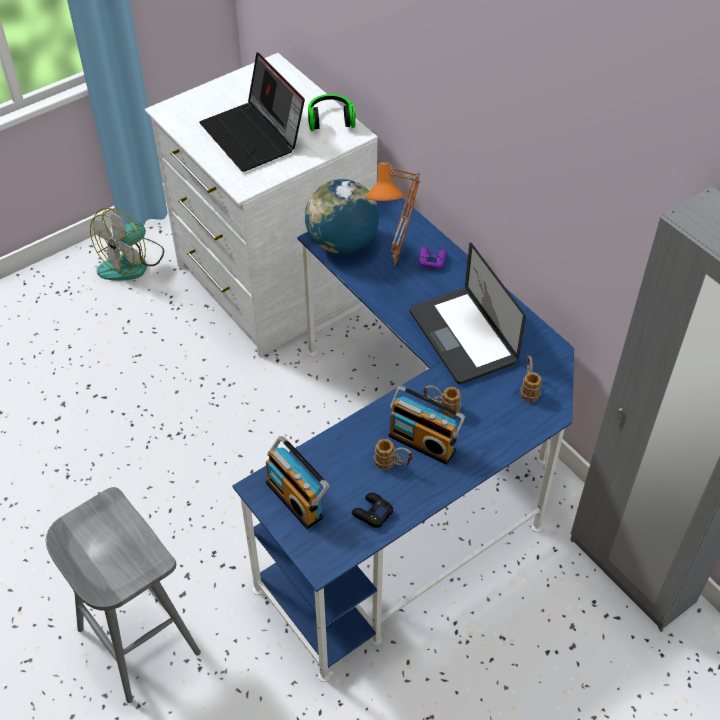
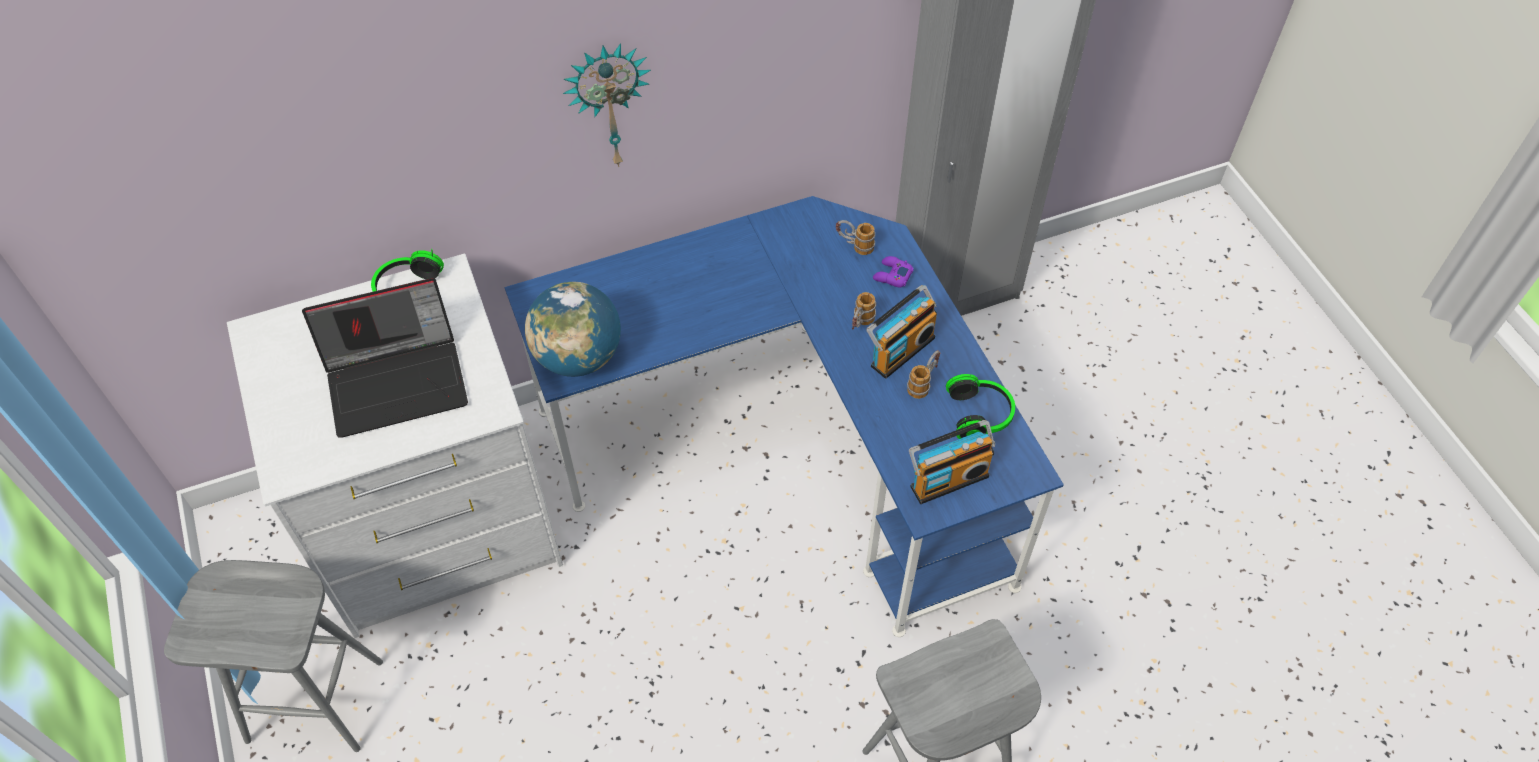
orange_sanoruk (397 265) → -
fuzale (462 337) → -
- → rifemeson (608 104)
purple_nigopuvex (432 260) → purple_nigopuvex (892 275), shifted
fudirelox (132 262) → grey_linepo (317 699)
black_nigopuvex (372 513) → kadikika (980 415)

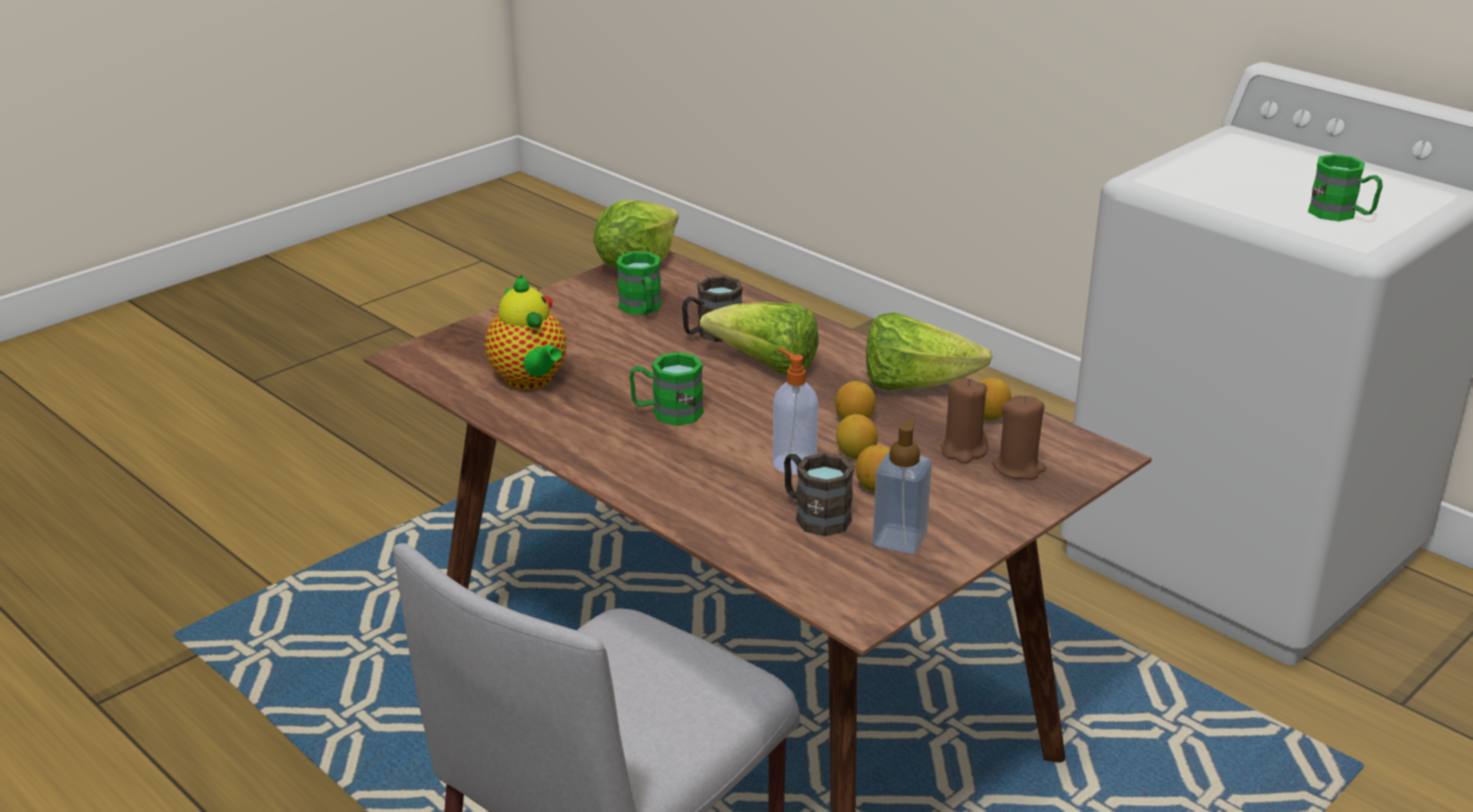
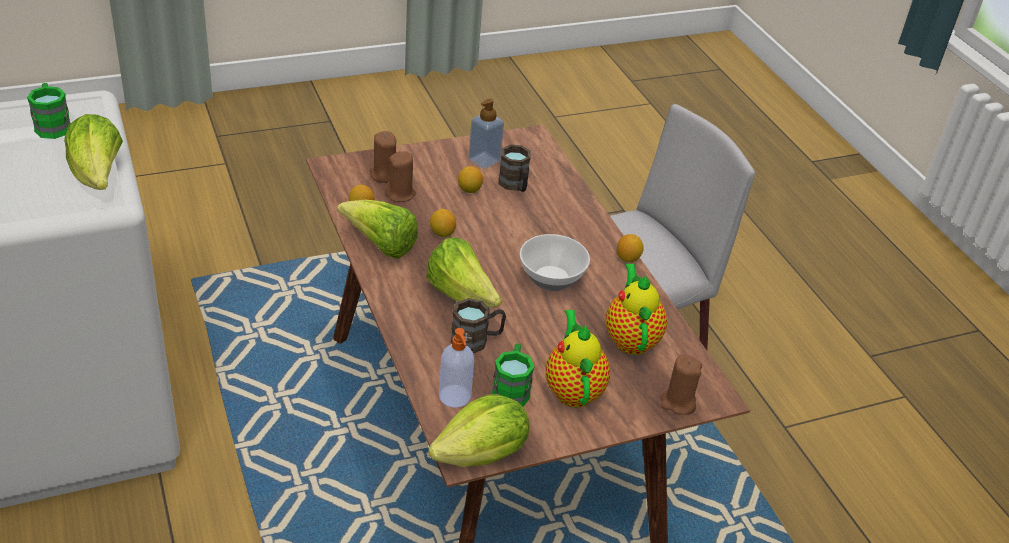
- → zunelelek (98 177)
- → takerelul (573 389)
- → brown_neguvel (678 403)
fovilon (793 463) → fovilon (455 397), shifted
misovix (856 455) → misovix (628 258), shifted
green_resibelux (667 413) → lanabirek (553 278)

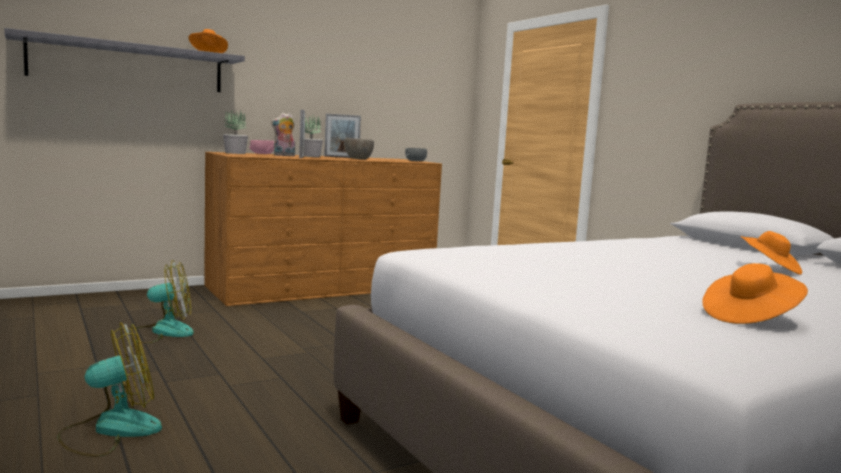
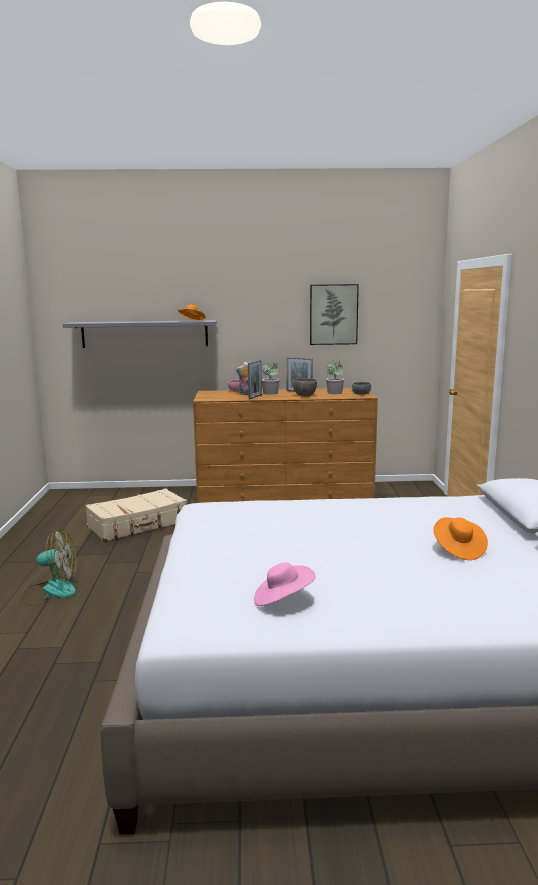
- → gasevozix (333 314)
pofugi (235 153) → pofugi (334 392), shifted
fudirelox (162 332) → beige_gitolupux (138 524)
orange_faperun (749 317) → pink_faperun (282 600)

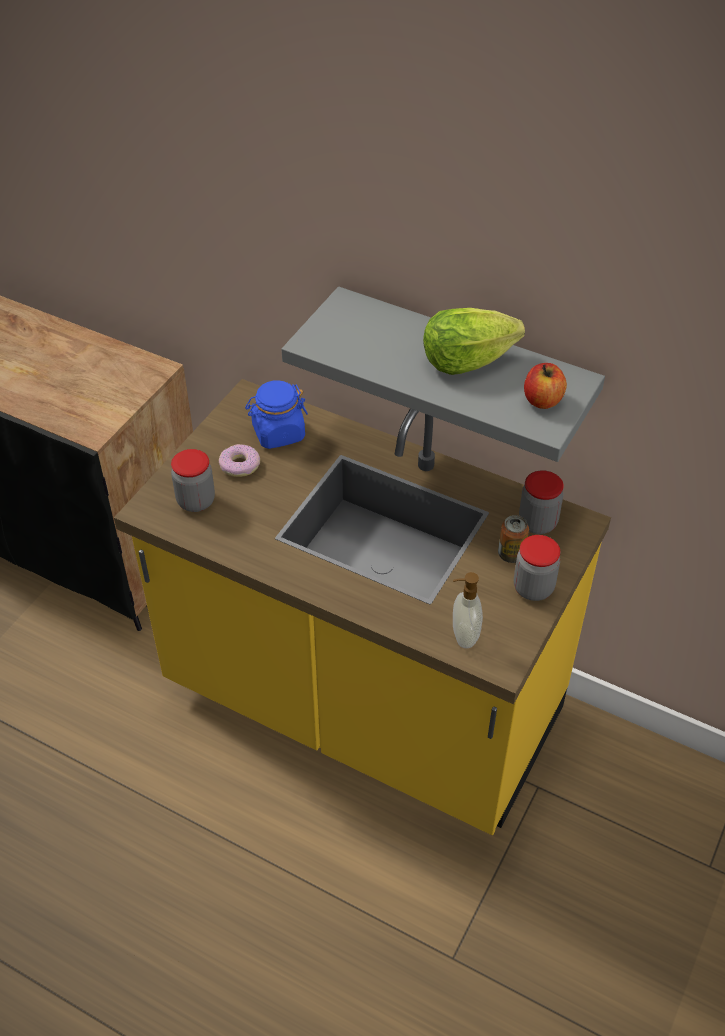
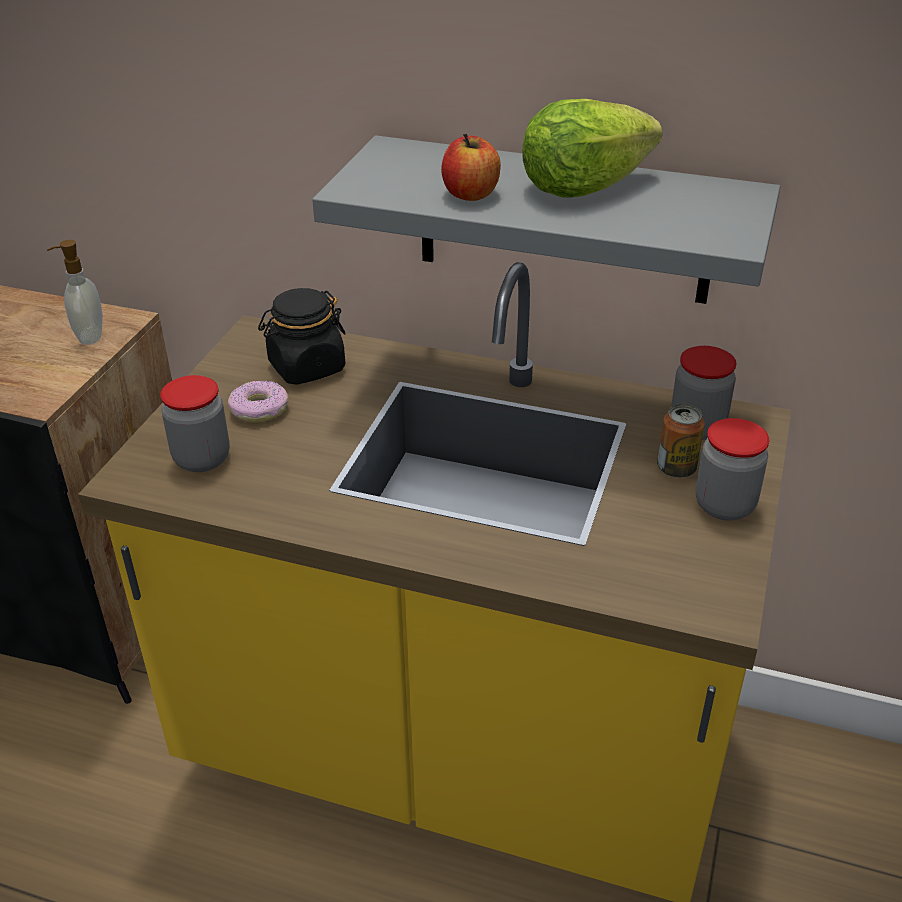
fovilon (463 635) → fovilon (89 336), shifted
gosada (543 400) → gosada (470 194), shifted
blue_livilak (278 433) → black_livilak (306 367)

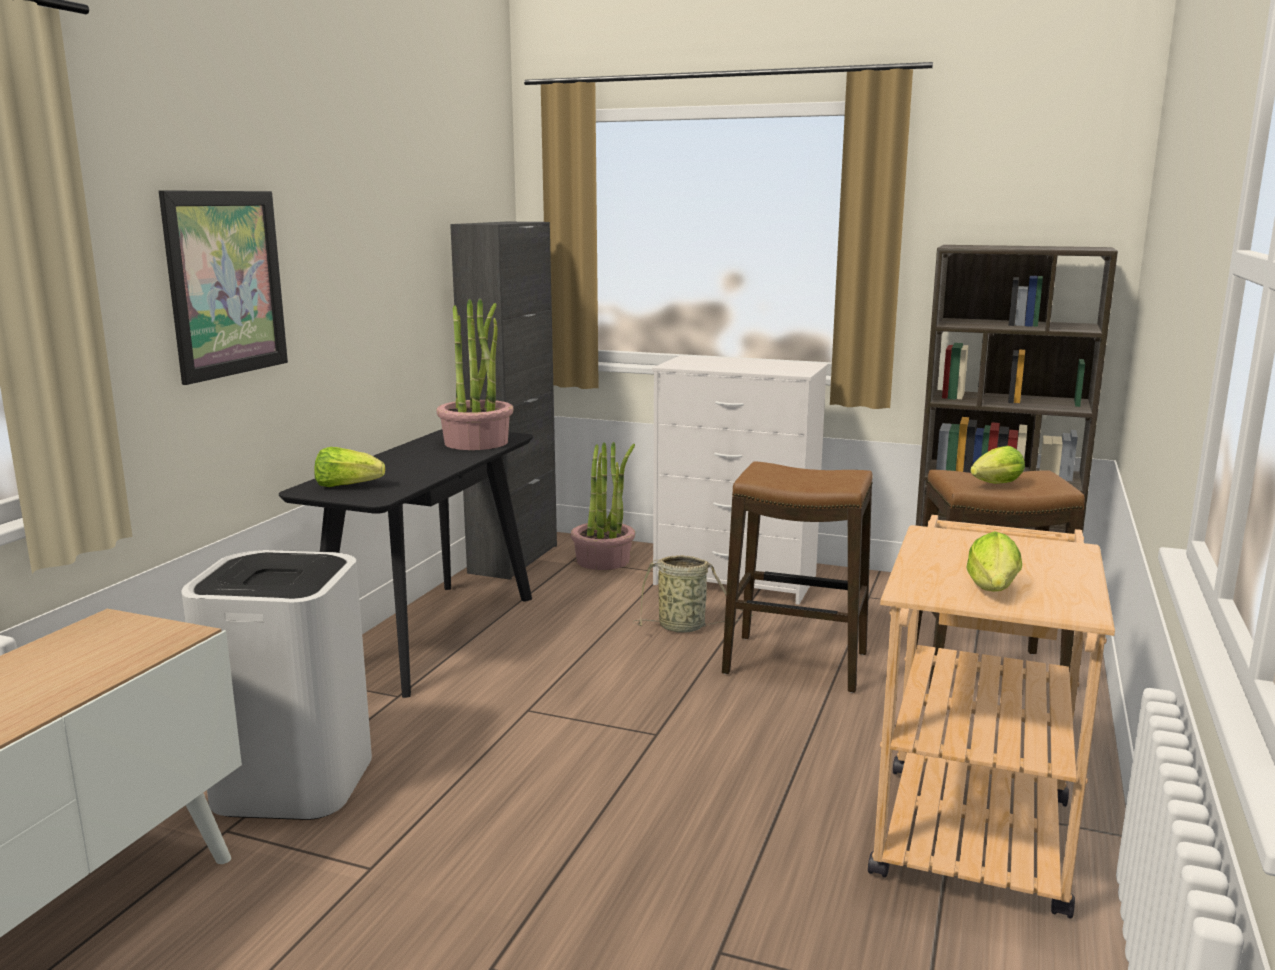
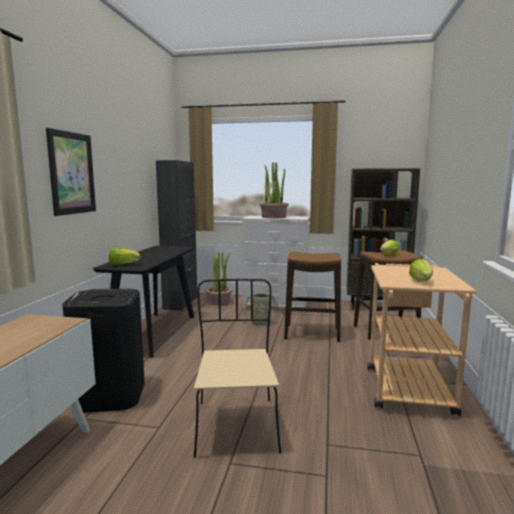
- → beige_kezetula (236 424)
pofugi (476 442) → pofugi (273 217), shifted
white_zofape (292 782) → black_zofape (109 395)

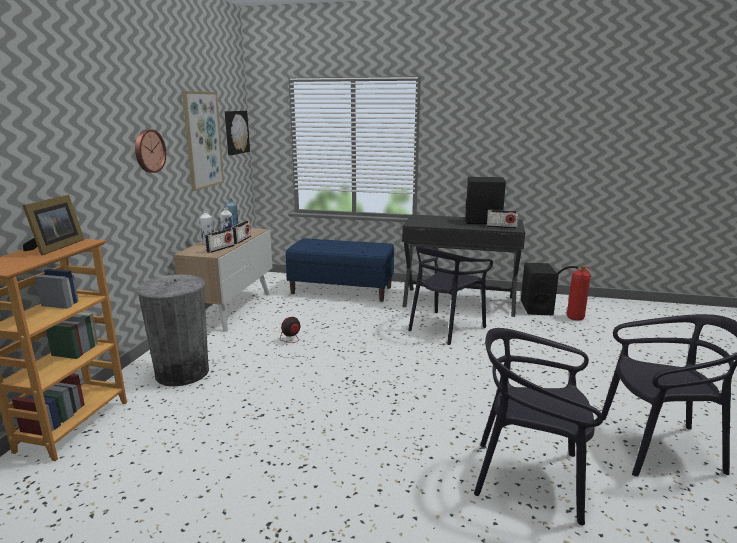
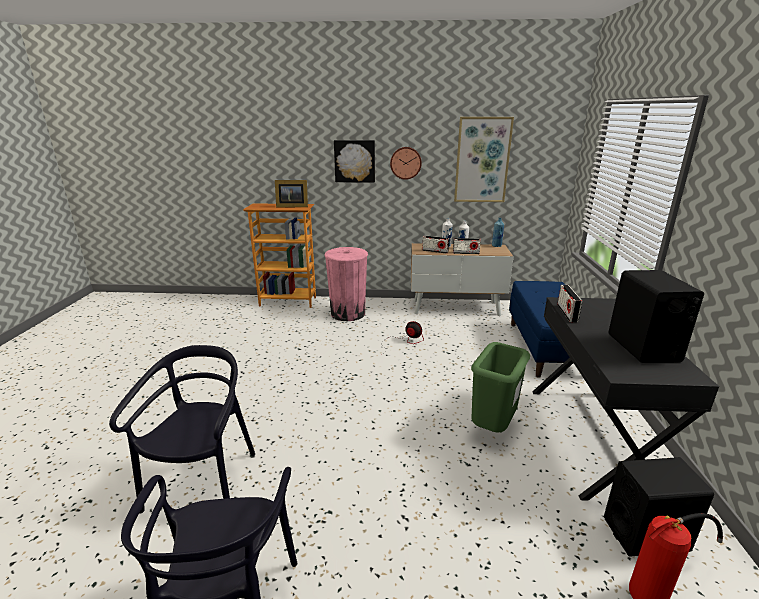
gasevozix (235 132) → gasevozix (354 161), shifted
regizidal (501 227) → regizidal (567 313), shifted
black_kezetula (445 327) → green_zofape (492 427)
grey_zofape (182 372) → pink_zofape (348 313)

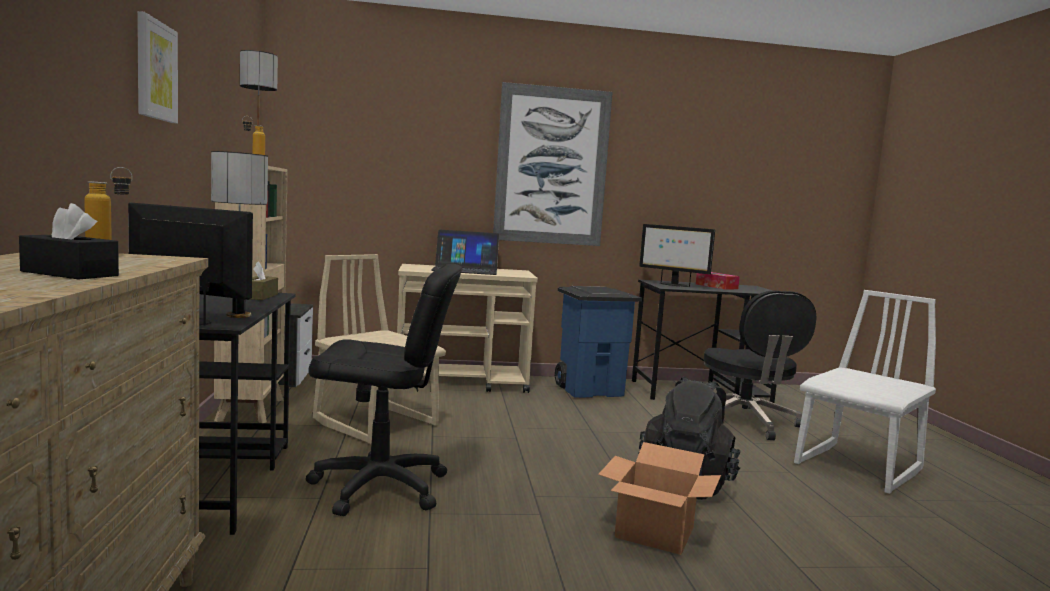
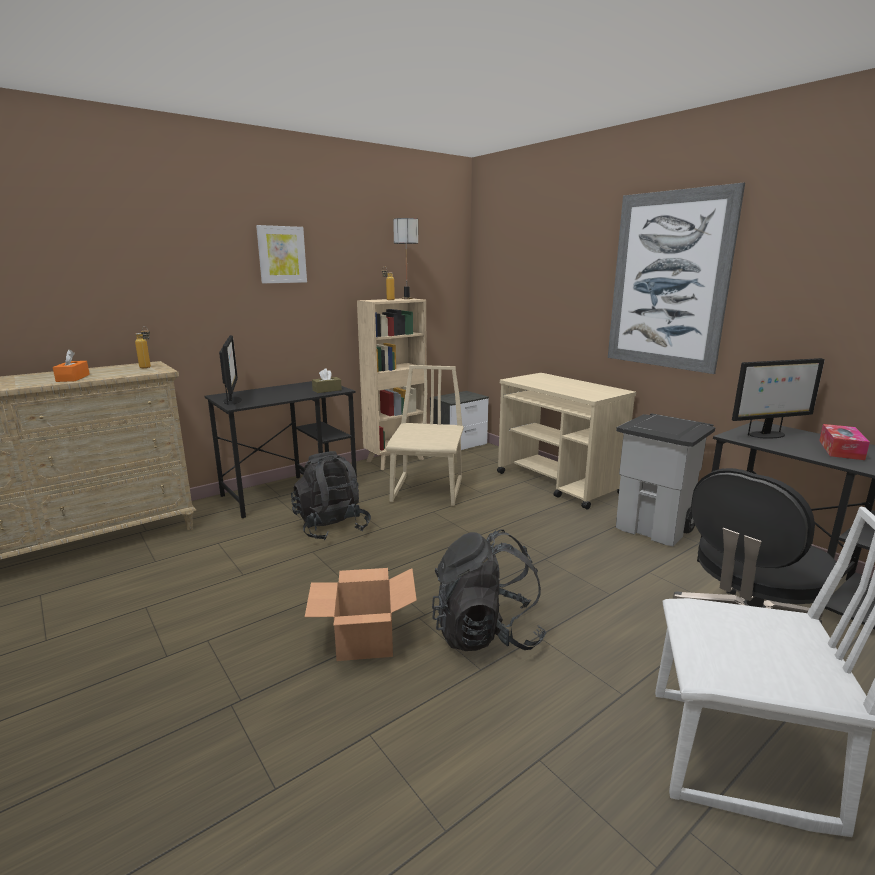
sanoruk (238 315) → -
fuzale (465 270) → -
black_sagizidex (379 487) → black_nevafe (331 527)
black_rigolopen (69 273) → orange_rigolopen (73 378)
blue_zofape (590 390) → grey_zofape (655 528)
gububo (673 285) → gububo (766 435), 105 degrees counterclockwise

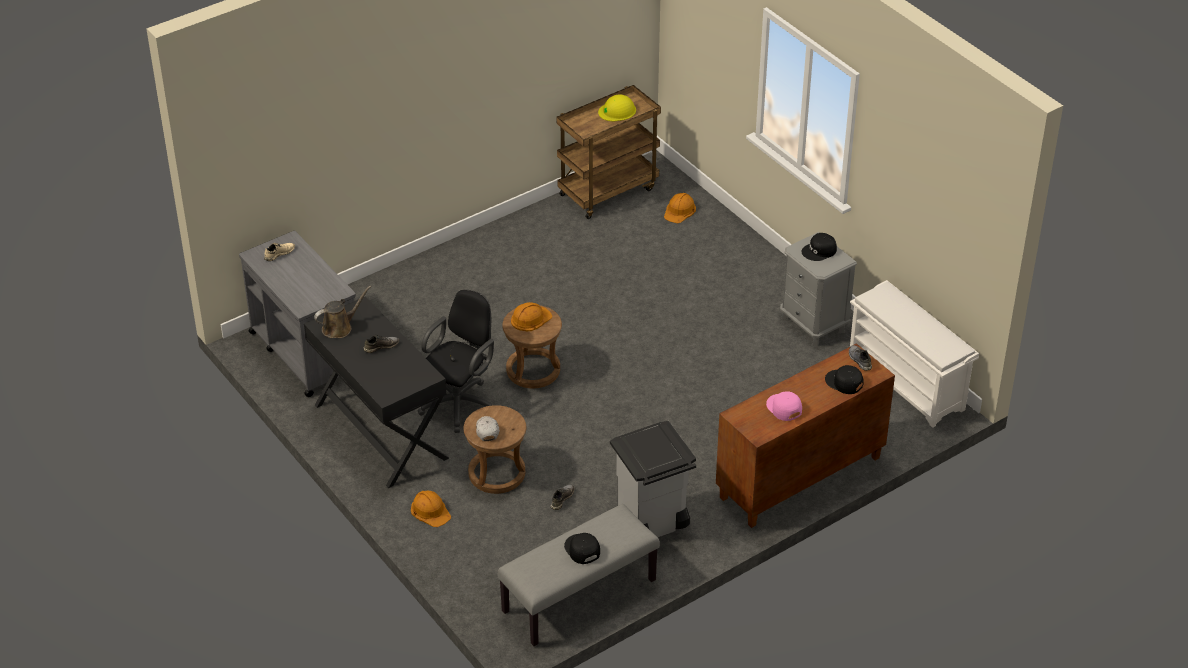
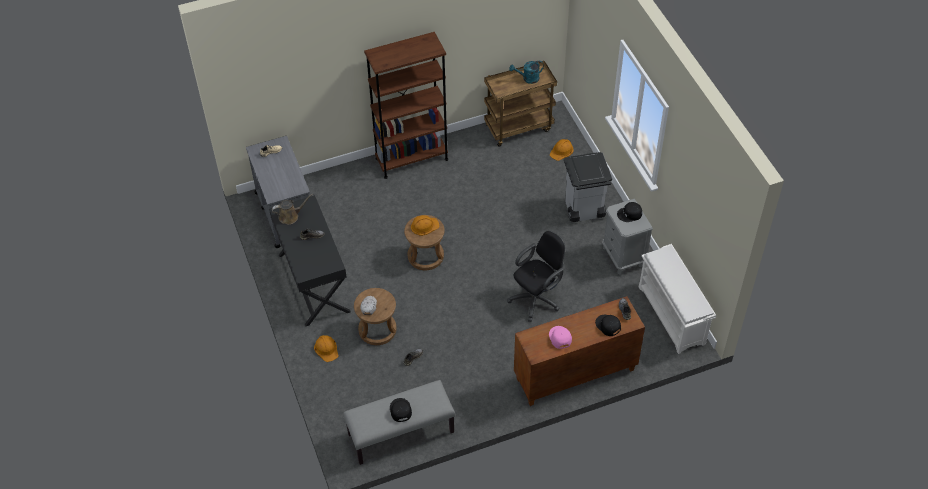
- → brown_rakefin (411 159)
black_sagizidex (461 402) → black_sagizidex (537 298), shifted
grey_zofape (651 522) → grey_zofape (583 210), shifted
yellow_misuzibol (617 111) → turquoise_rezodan (528 79)

